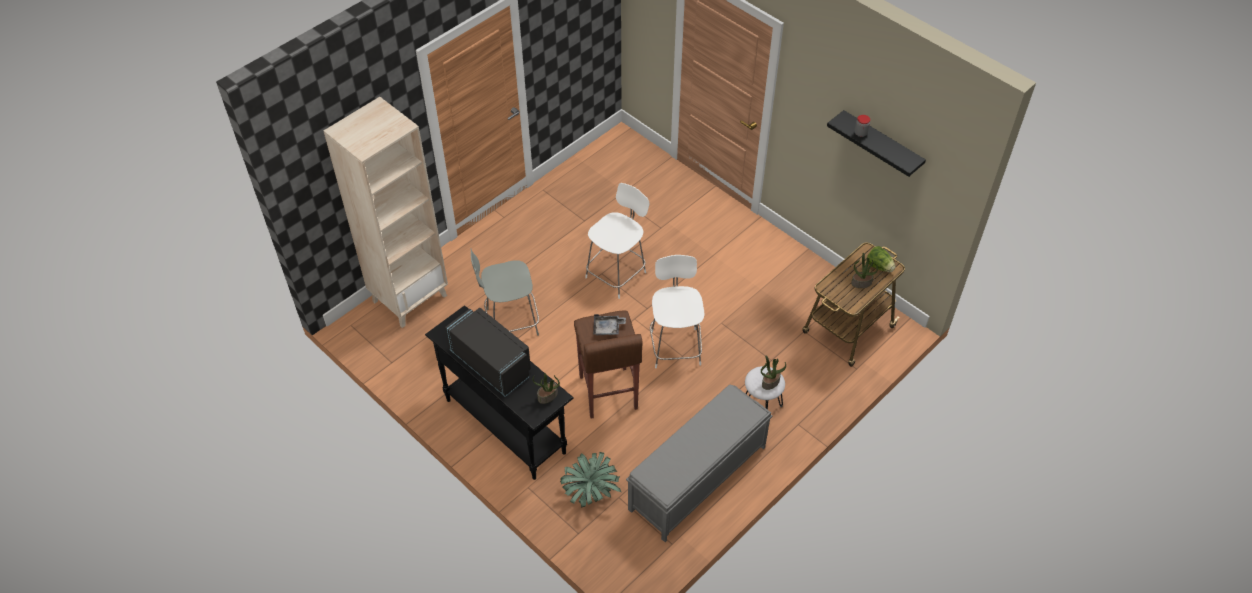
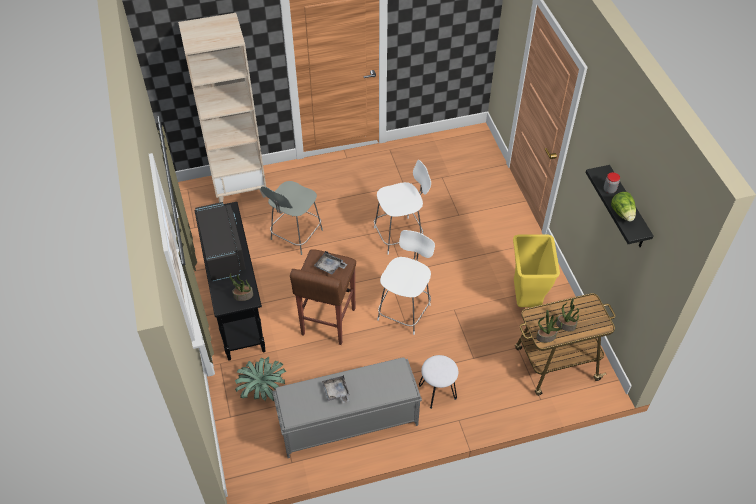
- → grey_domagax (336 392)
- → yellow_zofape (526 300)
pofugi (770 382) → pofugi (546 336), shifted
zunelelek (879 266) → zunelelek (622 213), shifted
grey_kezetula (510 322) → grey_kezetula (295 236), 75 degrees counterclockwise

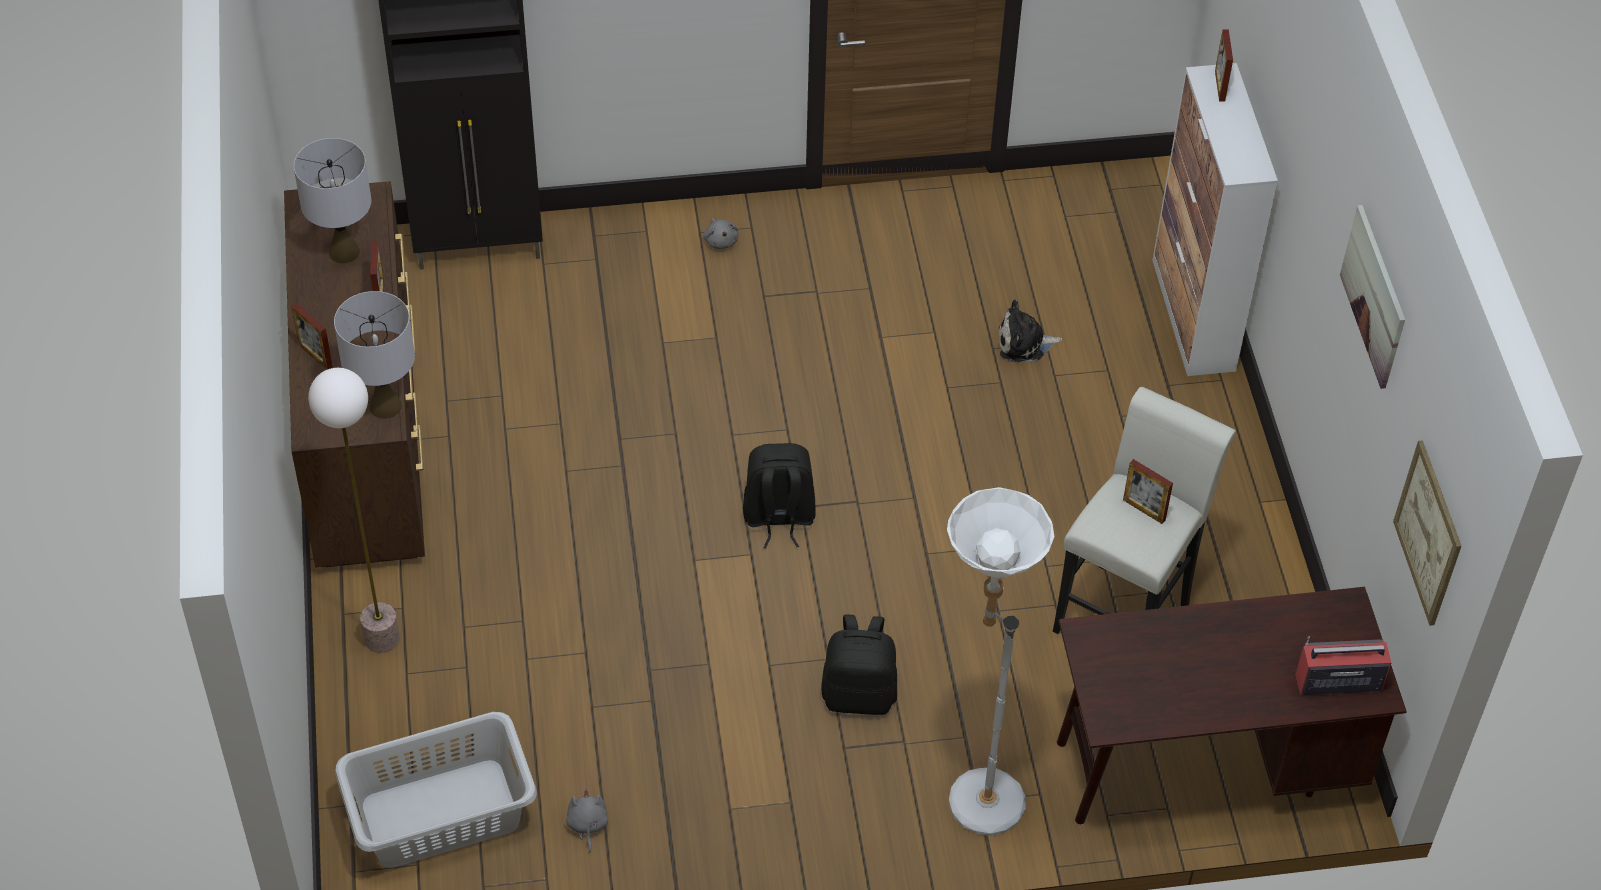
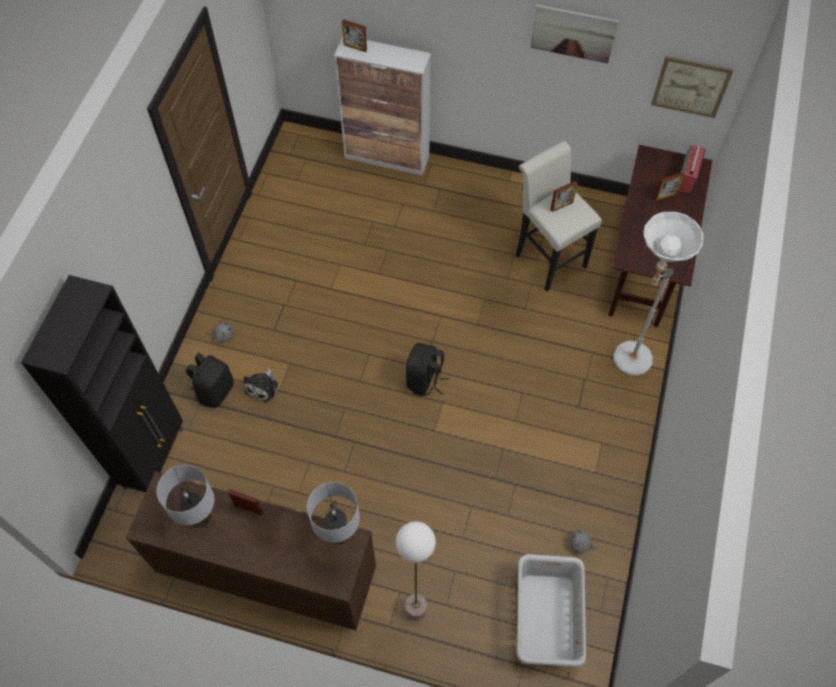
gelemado (315 356) → gelemado (665 196), shifted
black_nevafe (859 694) → black_nevafe (215 391), shifted
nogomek (1024 343) → nogomek (263 386), shifted

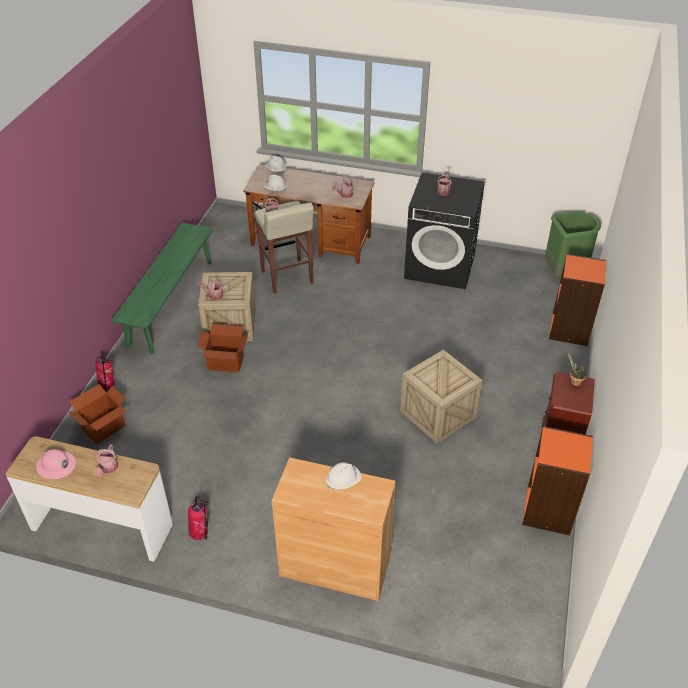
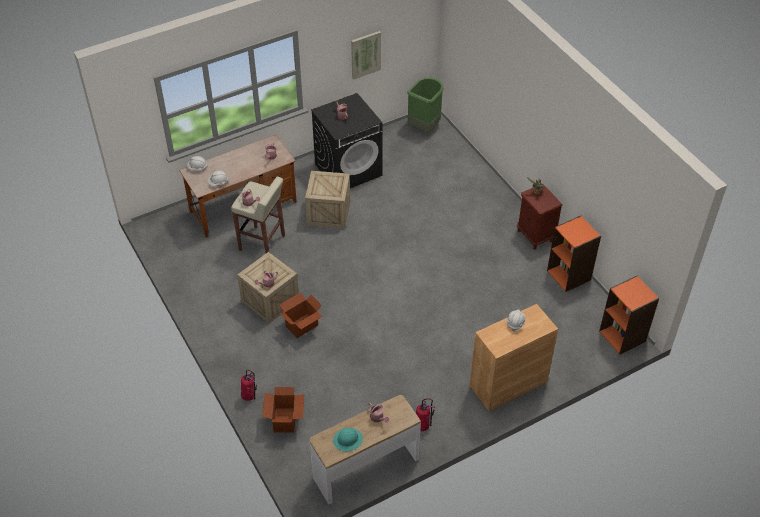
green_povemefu (171 302) → -
- → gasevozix (365 54)
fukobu (438 414) → fukobu (329 212), shifted
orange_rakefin (570 330) → orange_rakefin (623 336), shifted
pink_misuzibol (56 466) → turquoise_misuzibol (348 440)

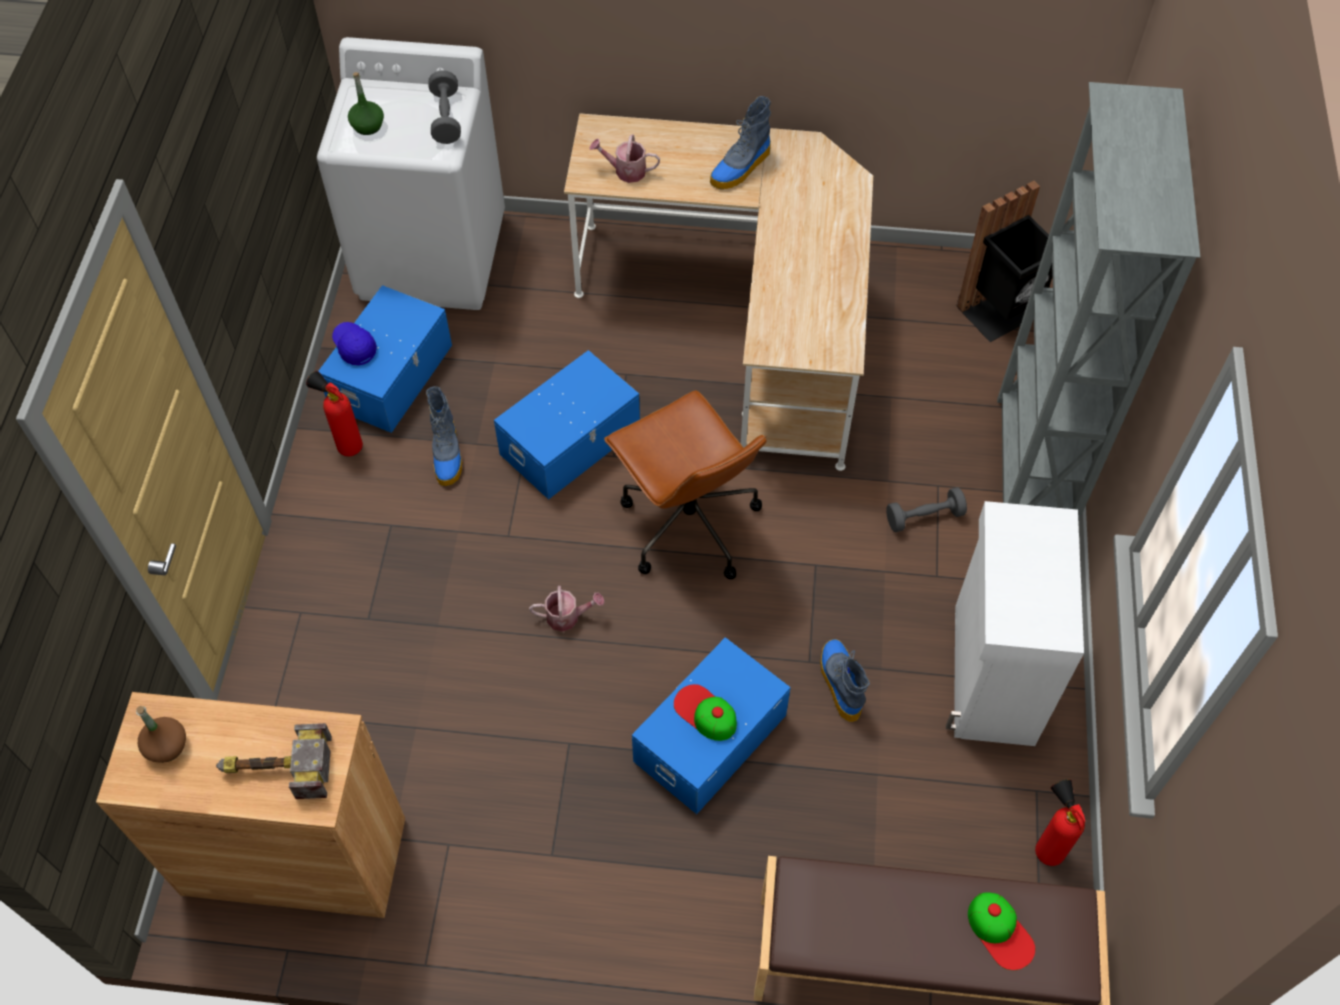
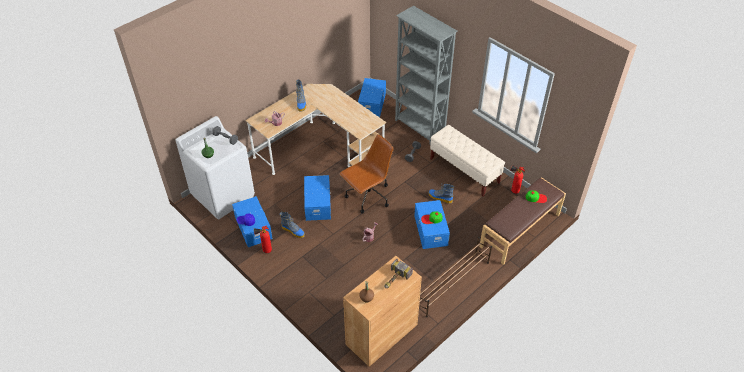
- → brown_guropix (451 284)
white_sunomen (991 675) → beige_povemefu (464 171)
black_zofape (1000 313) → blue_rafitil (372 104)
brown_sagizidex (687 523) → brown_sagizidex (368 197), 45 degrees counterclockwise

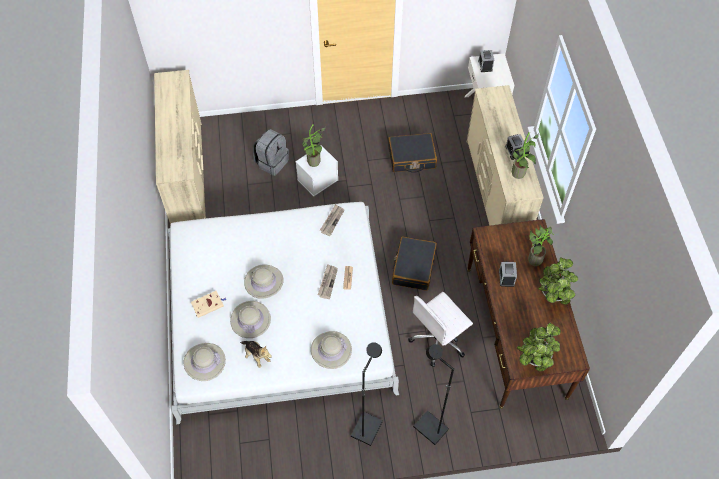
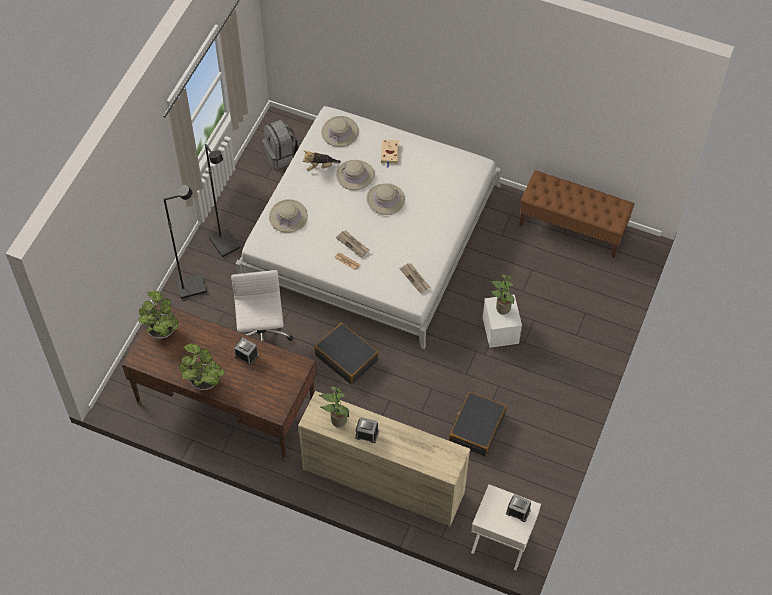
pofugi (533 258) → -
grey_nevafe (272 162) → grey_nevafe (281 155), shifted
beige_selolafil (188 175) → brown_povemefu (572 227)

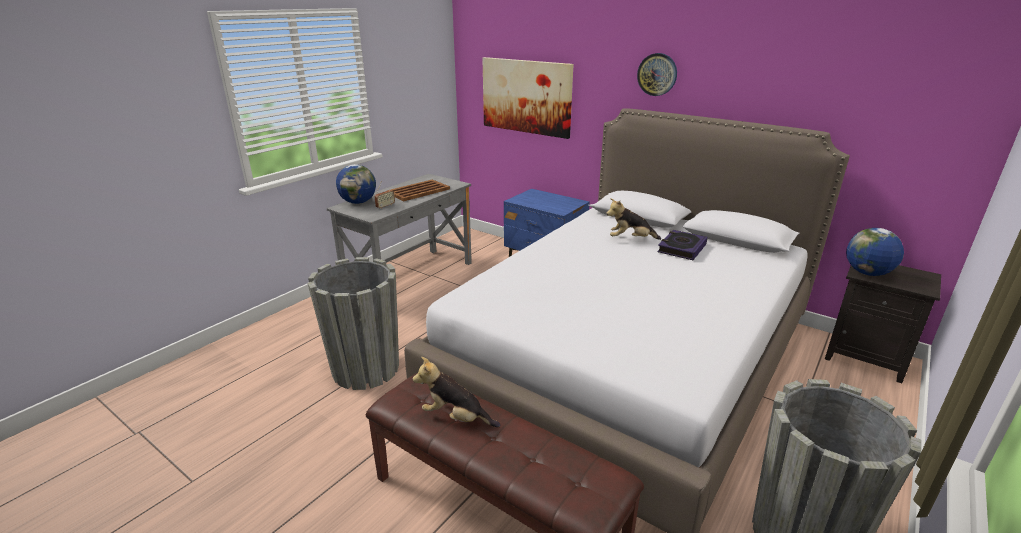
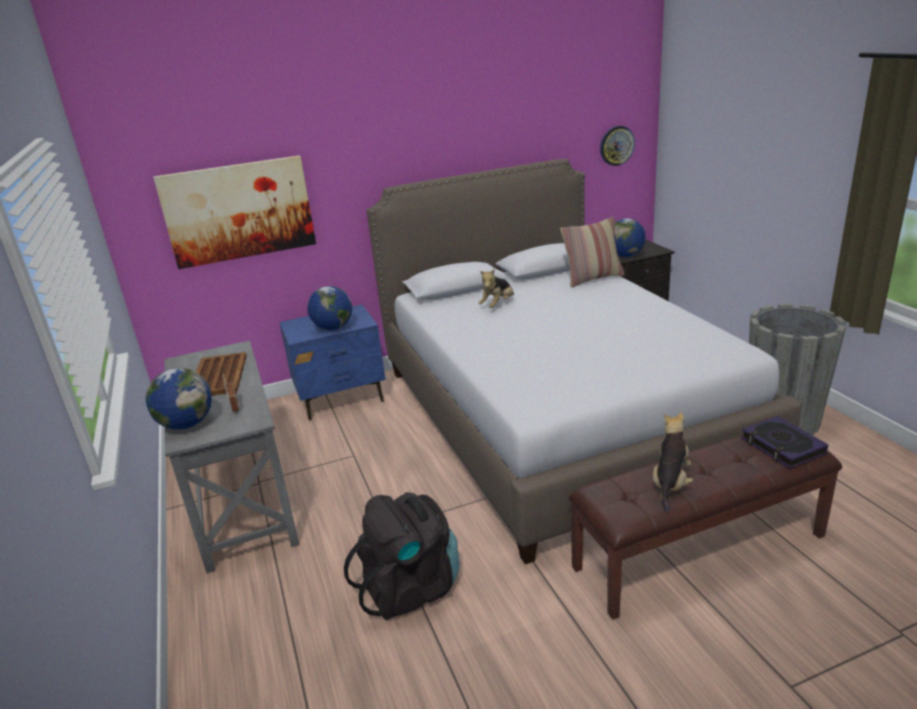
- → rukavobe (333 328)
- → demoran (592 278)
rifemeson (657 74) → rifemeson (616 145), shifted
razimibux (681 248) → razimibux (782 446), shifted
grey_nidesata (365 369) → black_nevafe (411 588)
nogomek (456 417) → nogomek (670 484), 150 degrees clockwise

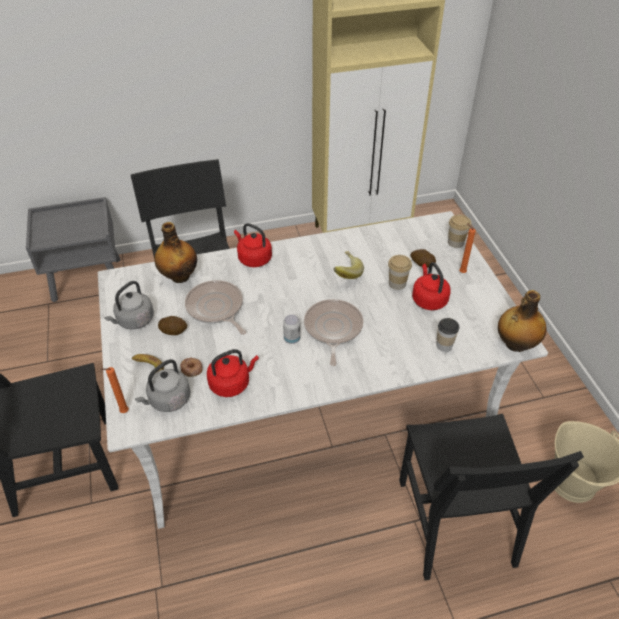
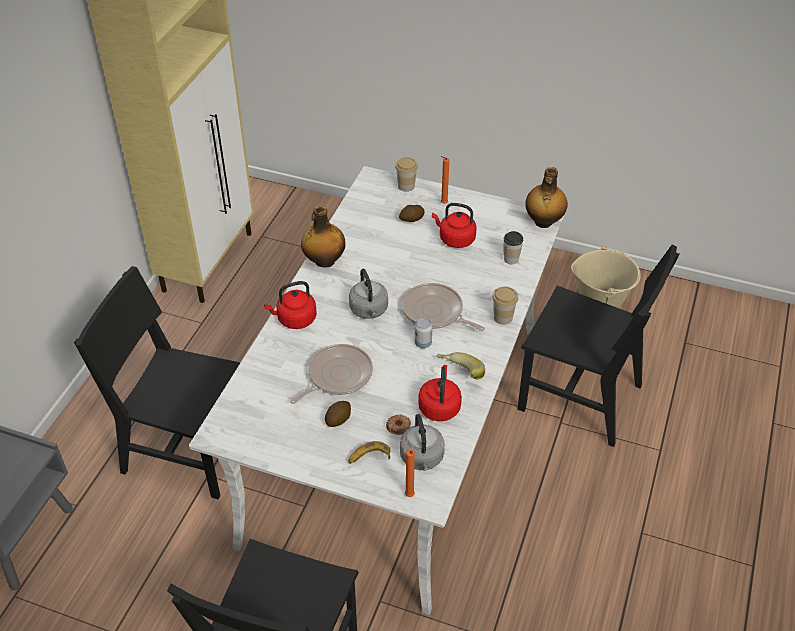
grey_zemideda (134 321) → grey_zemideda (369 310), shifted
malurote (179 276) → malurote (324 261), shifted
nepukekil (345 273) → nepukekil (459 375), shifted
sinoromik (397 283) → sinoromik (503 317), shifted
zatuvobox (216 308) → zatuvobox (337 376), 135 degrees clockwise

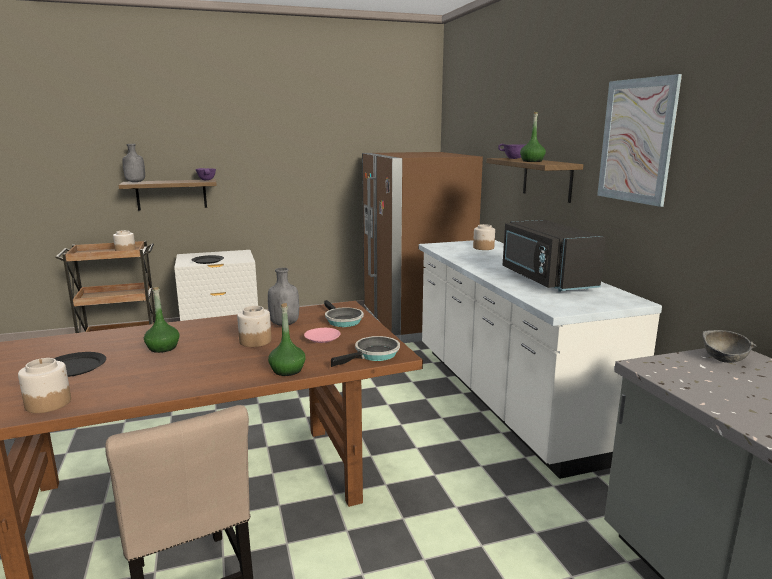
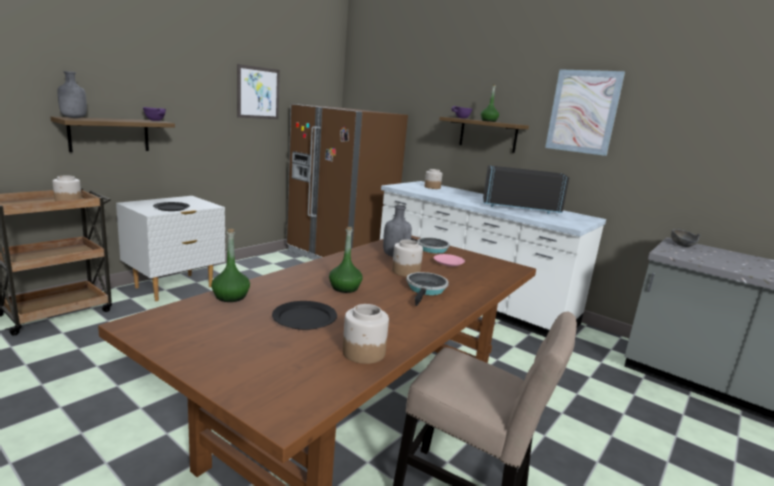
- → gasevozix (258 93)
green_malurote (287 370) → green_malurote (231 297), shifted
zatuvobox (374 355) → zatuvobox (426 290), shifted
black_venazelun (545 279) → black_venazelun (520 207), 150 degrees clockwise

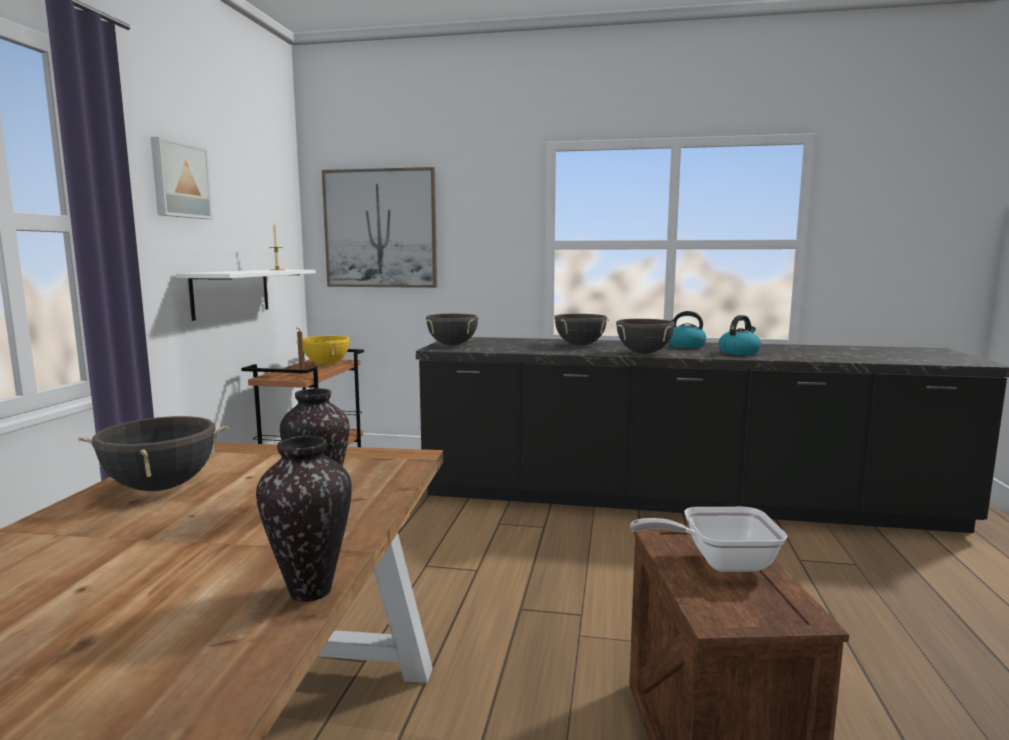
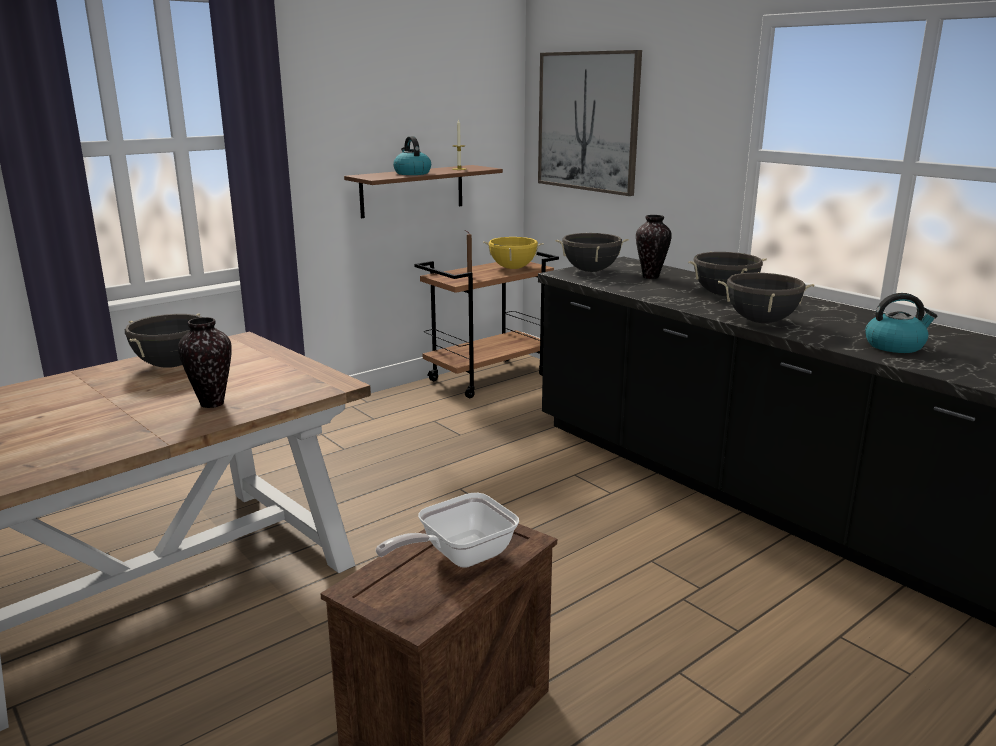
gasevozix (179 180) → -
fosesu (312 591) → fosesu (651 277), shifted
zemideda (685 346) → zemideda (412 173), shifted
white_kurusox (231 292) → brown_kurusox (412 191)
zatuvobox (719 562) → zatuvobox (458 556), 75 degrees counterclockwise

